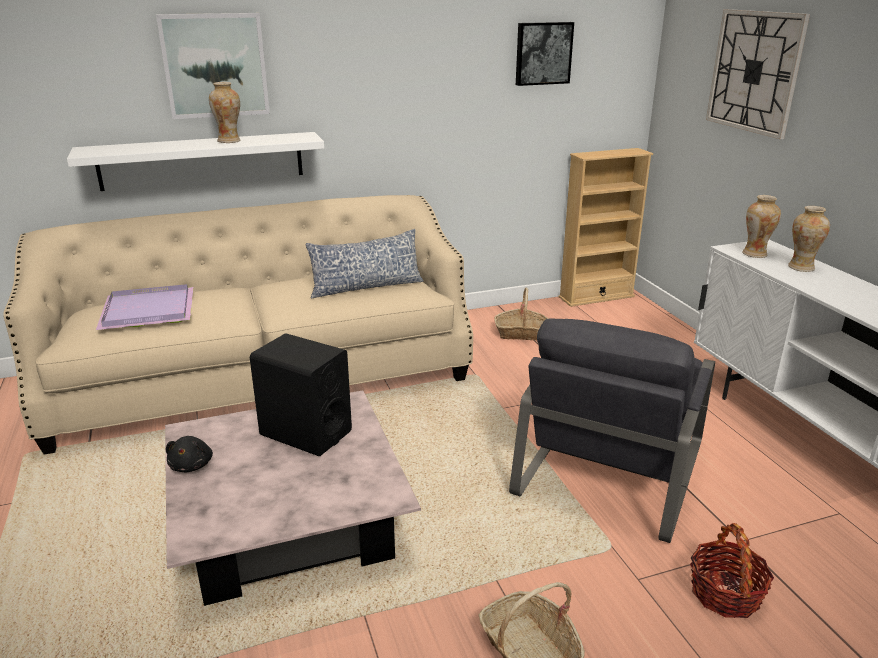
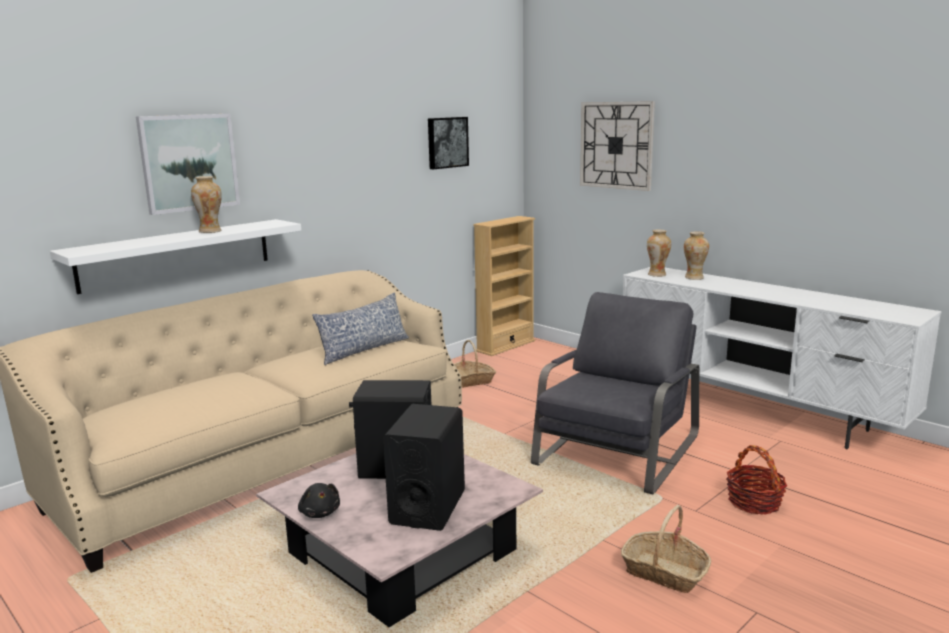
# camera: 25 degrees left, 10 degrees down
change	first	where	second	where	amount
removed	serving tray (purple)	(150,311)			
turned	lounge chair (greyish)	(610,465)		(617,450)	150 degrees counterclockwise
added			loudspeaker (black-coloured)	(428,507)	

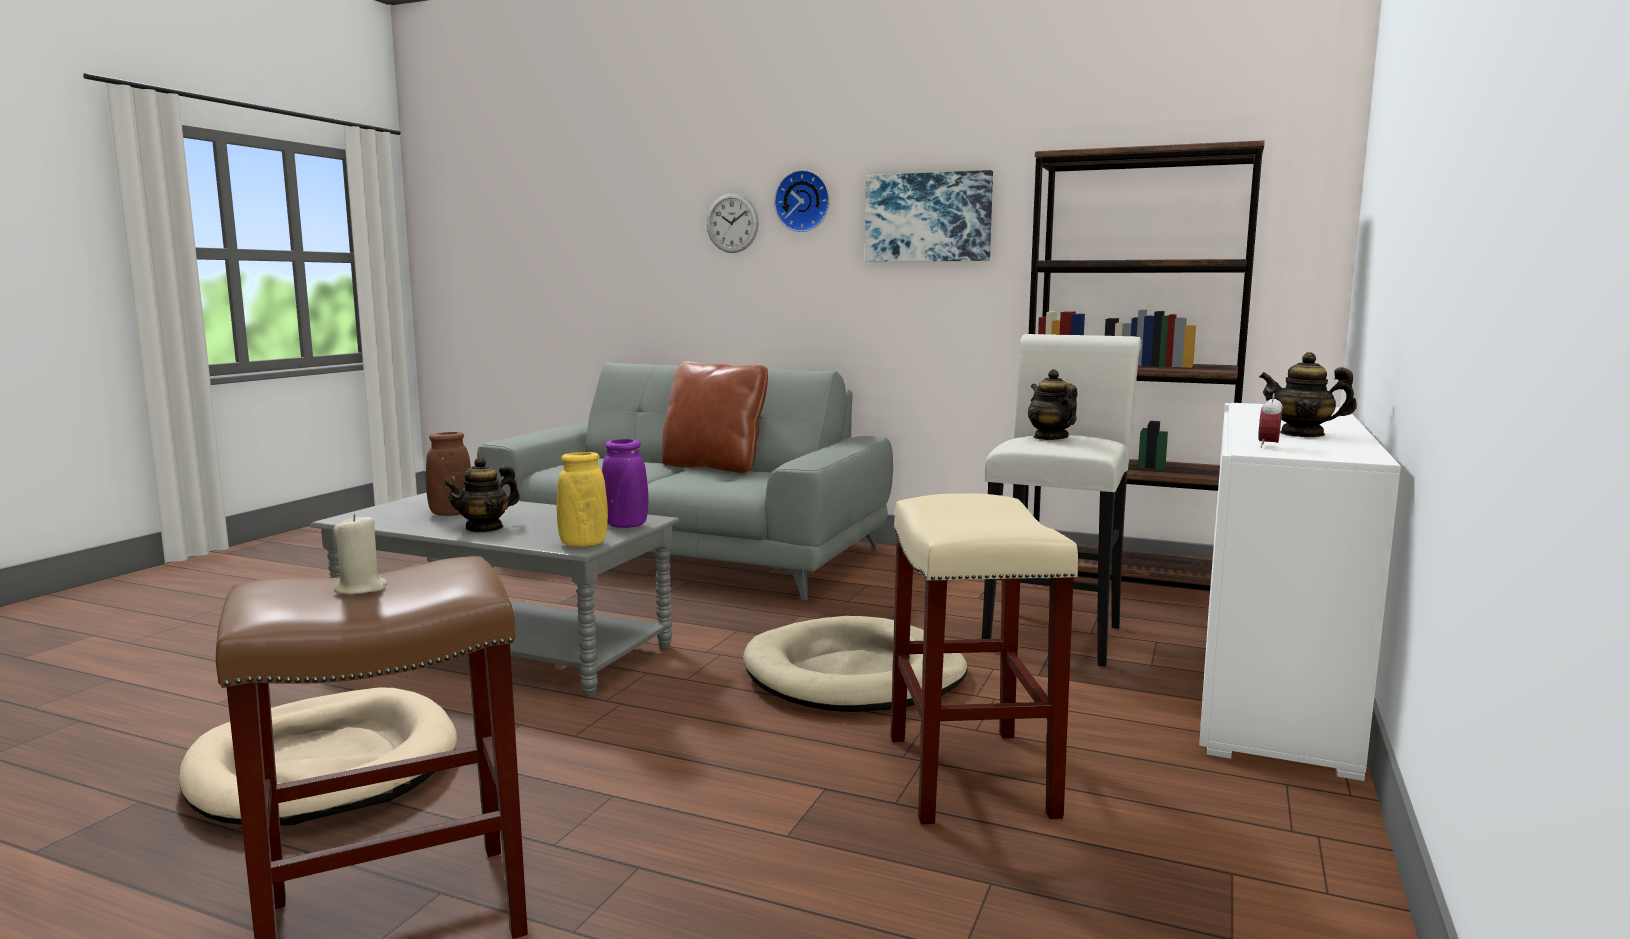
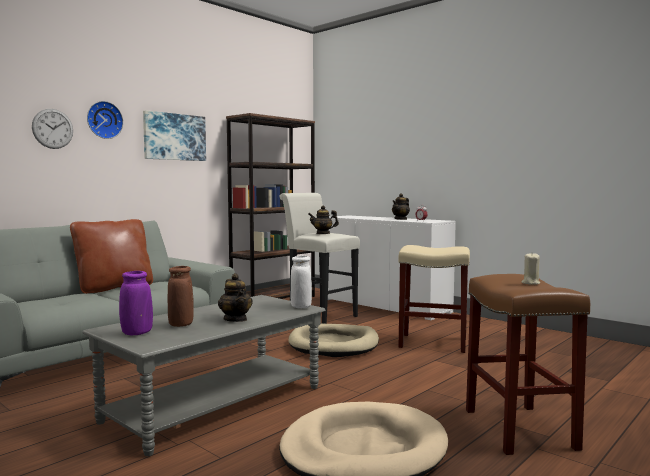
# camera: 70 degrees left, 5 degrees down
change	first	where	second	where	amount
moved	vase (purple)	(625,525)		(137,333)	
recoloured	vase (yellowish)	(583,544)	vase (whitish)	(301,307)	

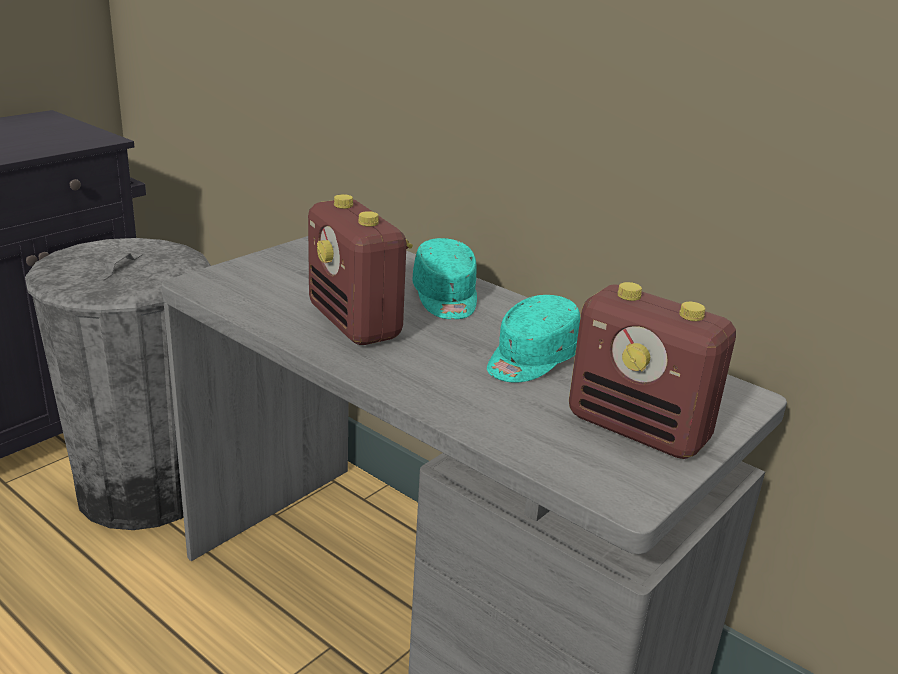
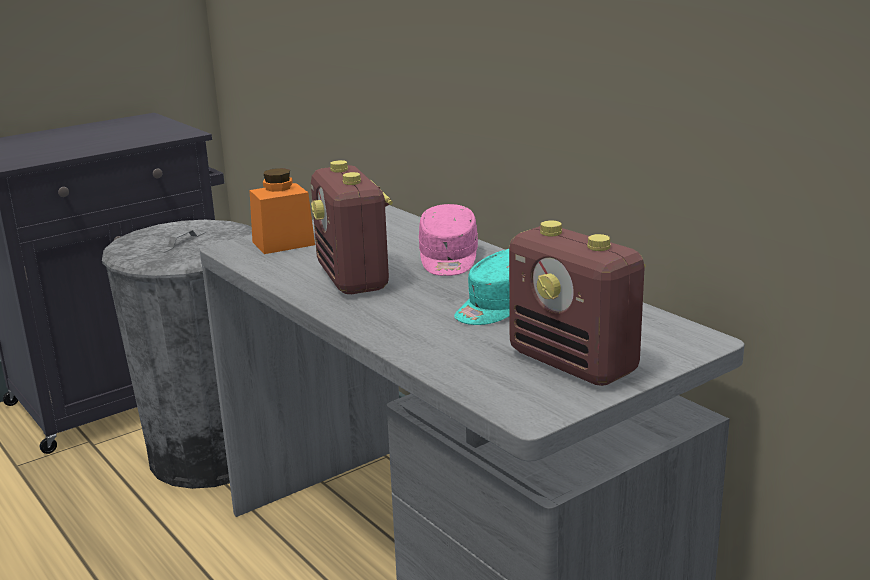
# camera: 15 degrees right, 5 degrees down
change	first	where	second	where	amount
recoloured	peaked cap (turquoise-coloured)	(445,298)	peaked cap (pink)	(448,259)	
added			preserve jar (orangey)	(283,243)	

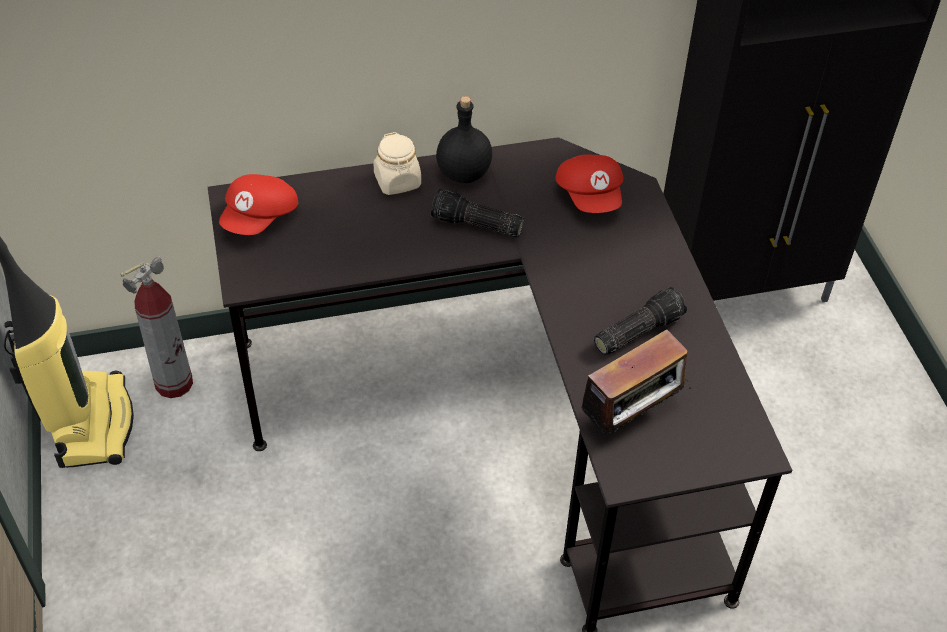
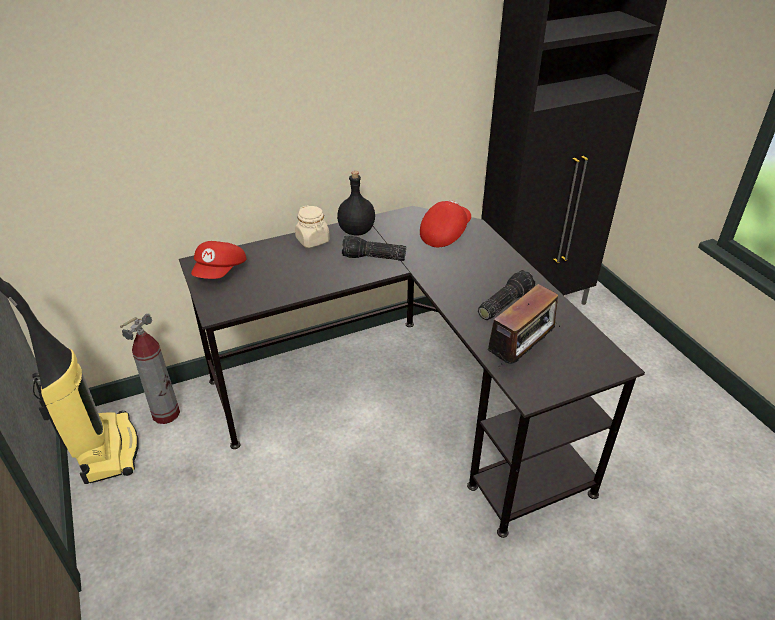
# camera: 10 degrees left, 10 degrees down
change	first	where	second	where	amount
turned	peaked cap (reddish)	(591,196)		(444,233)	120 degrees counterclockwise

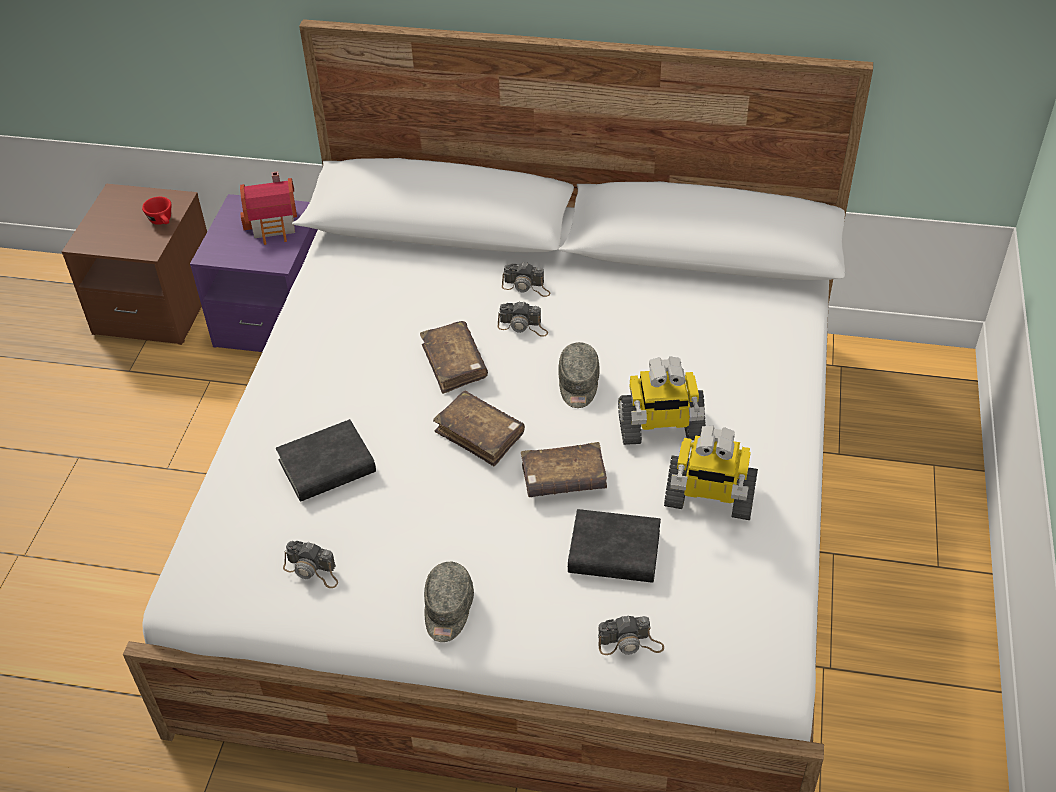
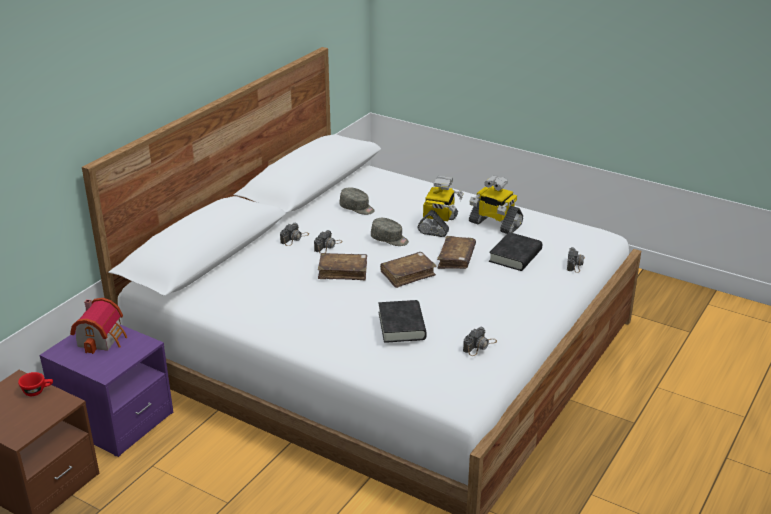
# camera: 70 degrees left, 15 degrees down
change	first	where	second	where	amount
turned	model robot	(709,497)		(494,224)	90 degrees clockwise
moved	peaked cap (greyish)	(448,610)		(357,208)	

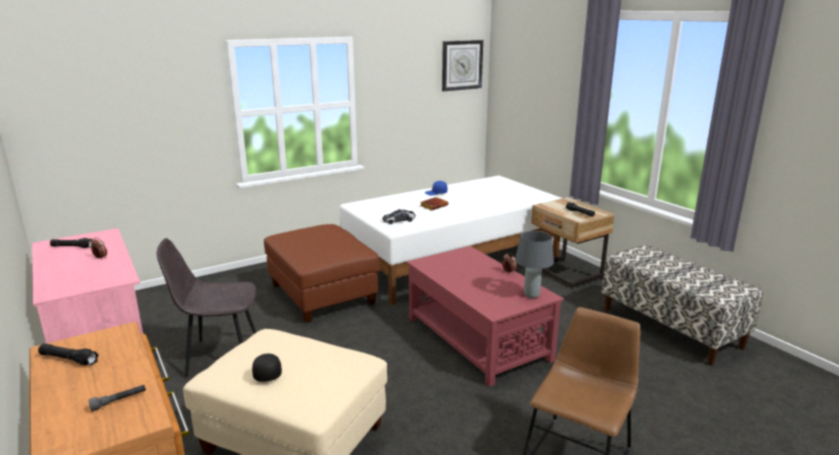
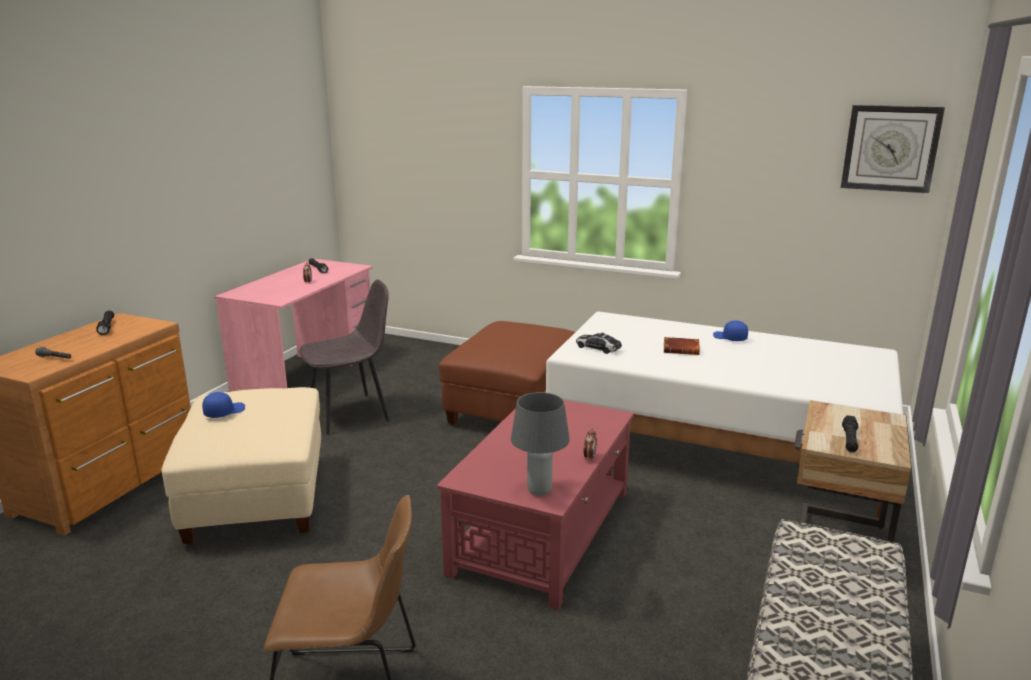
# camera: 55 degrees right, 0 degrees up
change	first	where	second	where	amount
turned	chair (greyish)	(220,356)		(351,413)	105 degrees clockwise
recoloured	peaked cap (black-coloured)	(266,372)	peaked cap (blue)	(224,412)	

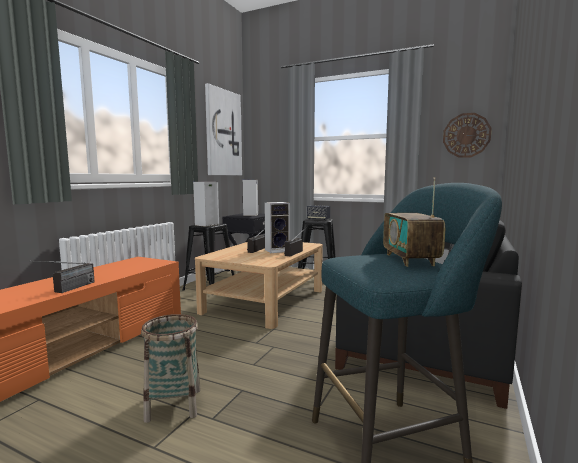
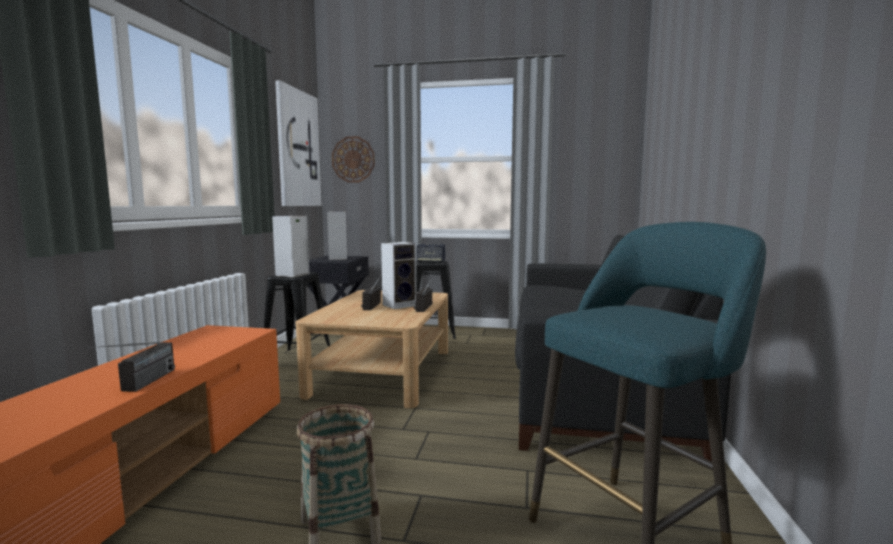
# camera: 15 degrees left, 0 degrees up
change	first	where	second	where	amount
moved	clock on the wall	(466,135)		(353,159)	
removed	radio receiver	(410,260)			

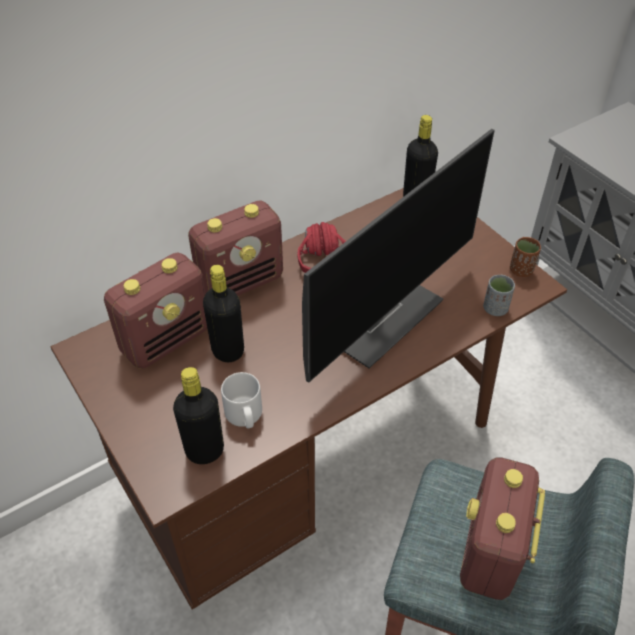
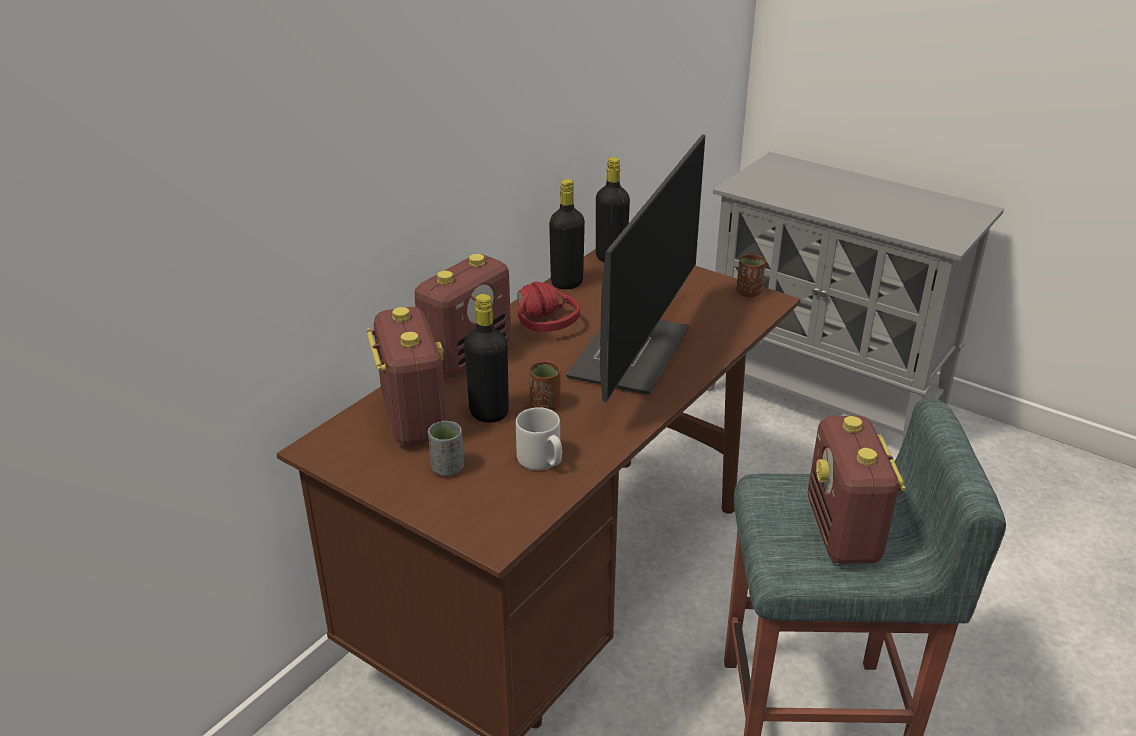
# camera: 20 degrees left, 15 degrees down
change	first	where	second	where	amount
turned	radio receiver	(166,339)		(413,418)	45 degrees counterclockwise
moved	small cup (greyish)	(495,309)		(447,468)	
moved	beverage bottle (black-coloured)	(205,450)		(567,283)	
added			small cup (brown)	(545,405)	

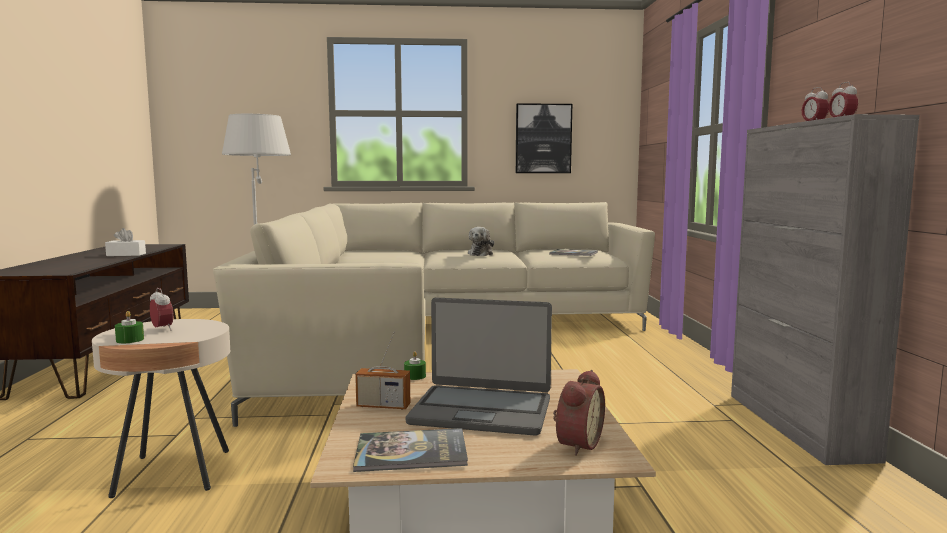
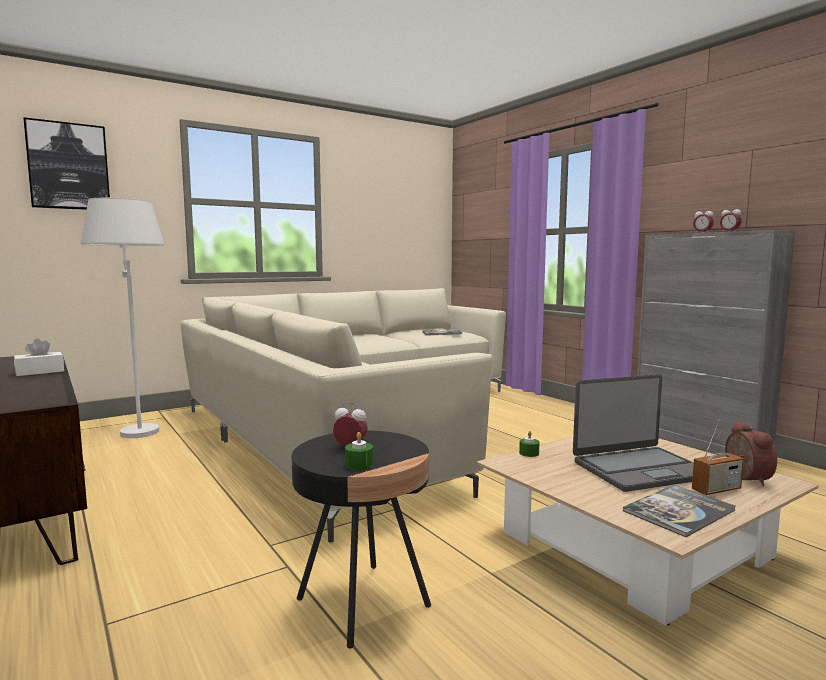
# camera: 30 degrees left, 0 degrees up
change	first	where	second	where	amount
moved	wall picture	(543,138)		(68,166)	
removed	soft toy	(481,254)			
recoloured	side table (sand-coloured)	(173,473)	side table (black-coloured)	(363,603)	
moved	radio receiver	(383,406)		(716,490)	

